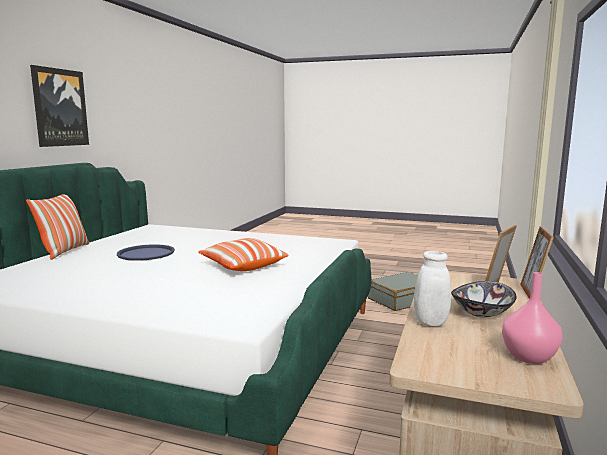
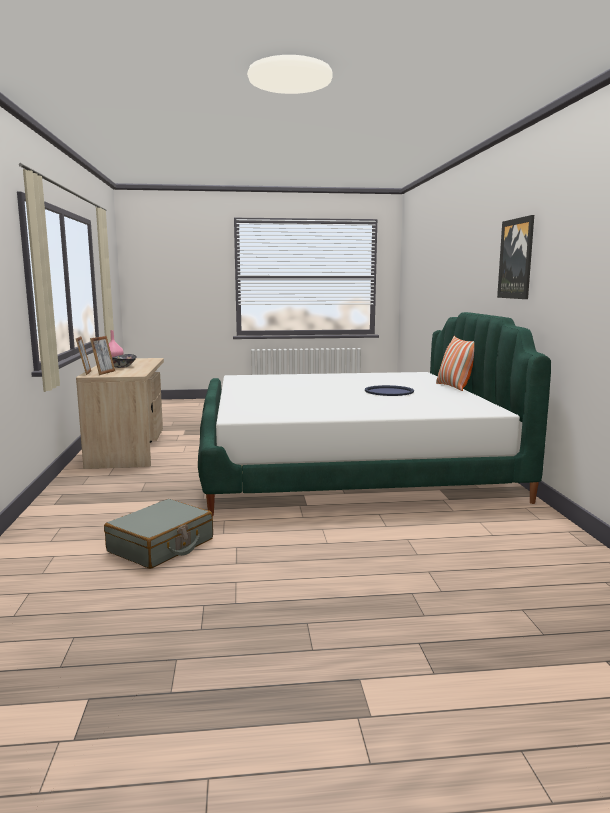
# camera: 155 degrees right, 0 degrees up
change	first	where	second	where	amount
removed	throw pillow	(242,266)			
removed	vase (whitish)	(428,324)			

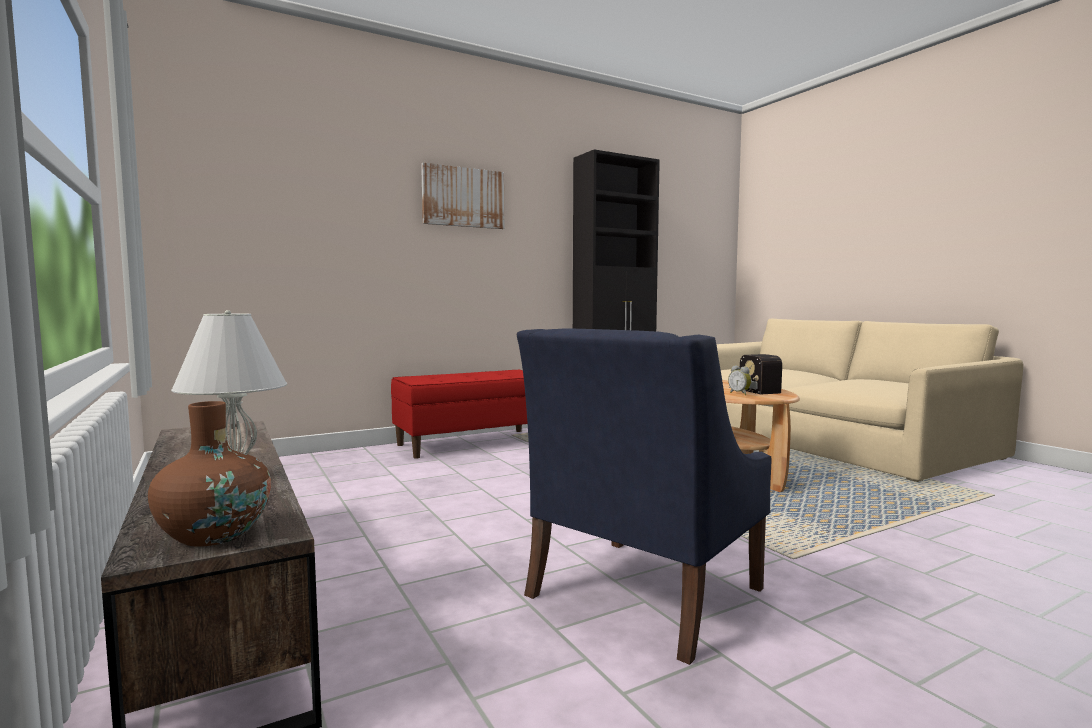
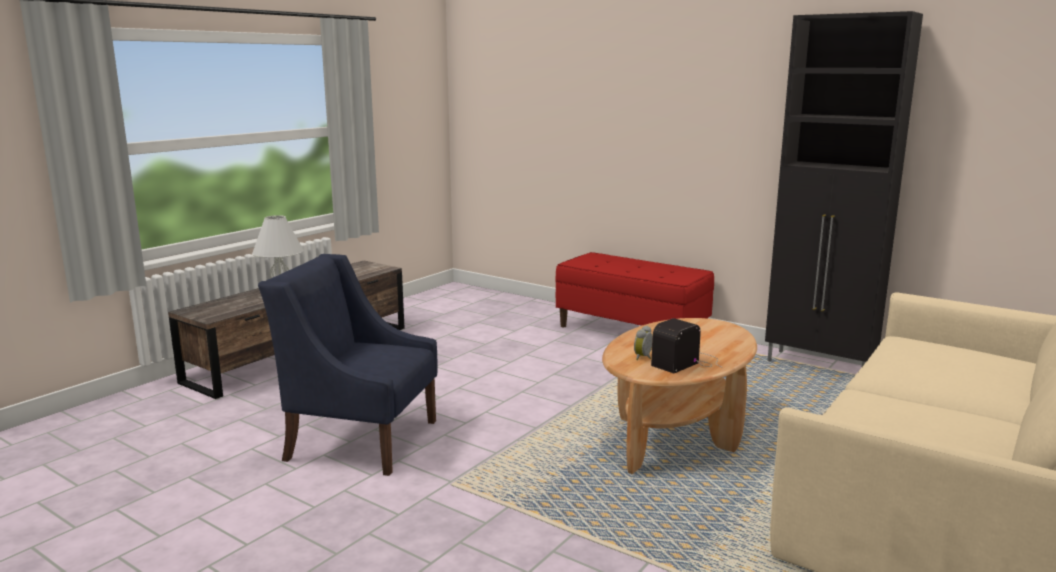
# camera: 65 degrees right, 10 degrees up
change	first	where	second	where	amount
removed	wall picture	(463,197)			
removed	vase (brown)	(214,534)			

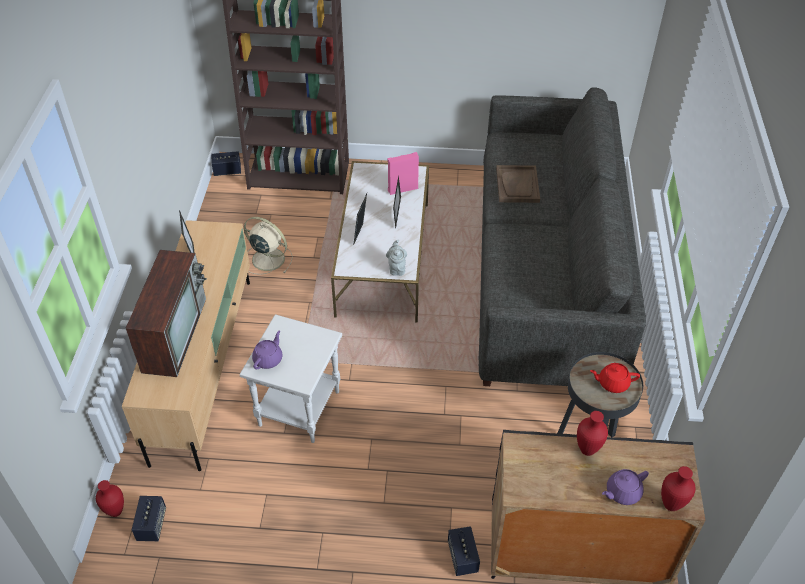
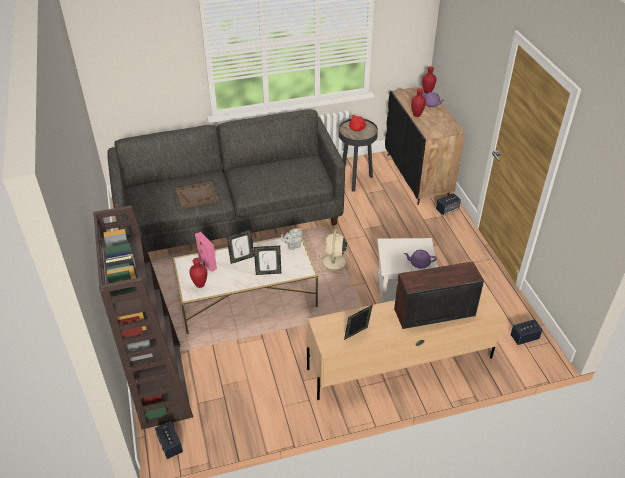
# camera: 110 degrees left, 5 degrees down
change	first	where	second	where	amount
moved	cooling fan (sand-coloured)	(267,258)		(334,262)	
moved	vase (reddish)	(115,512)		(200,285)	

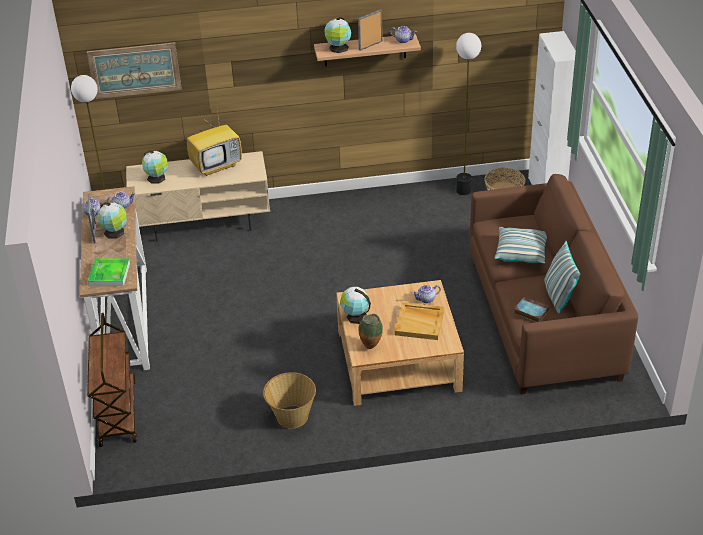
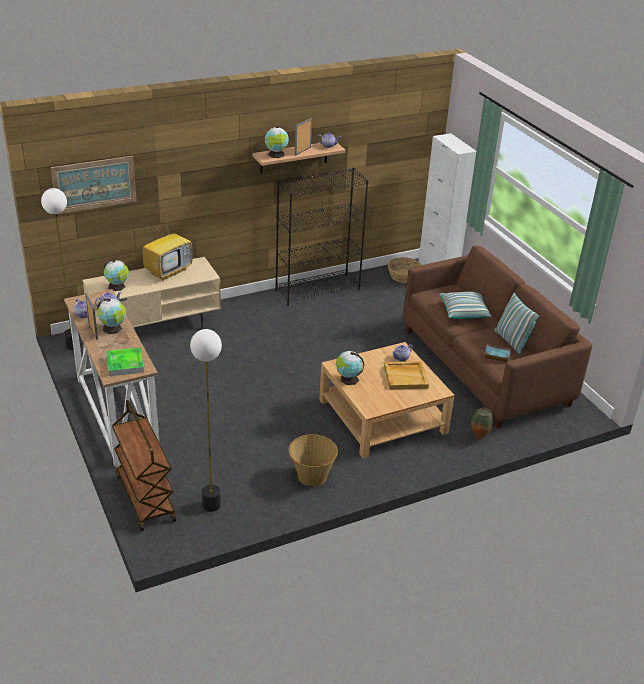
# camera: 20 degrees left, 5 degrees down
change	first	where	second	where	amount
moved	standard lamp	(463,190)		(211,505)	
moved	vase	(370,346)		(478,436)	
added			bookshelf (black-coloured)	(318,290)	

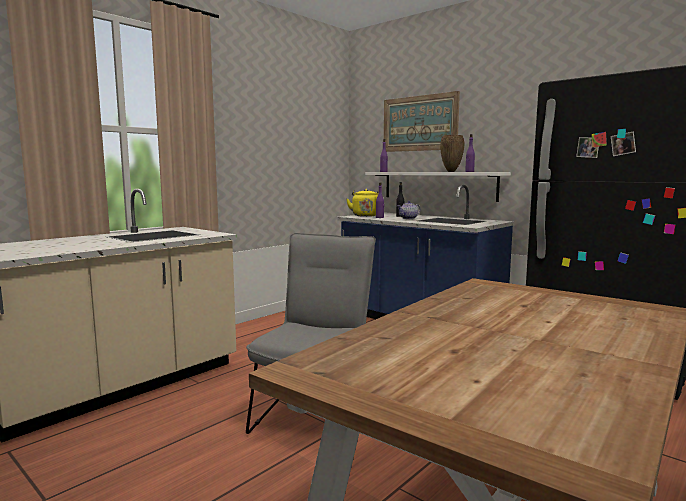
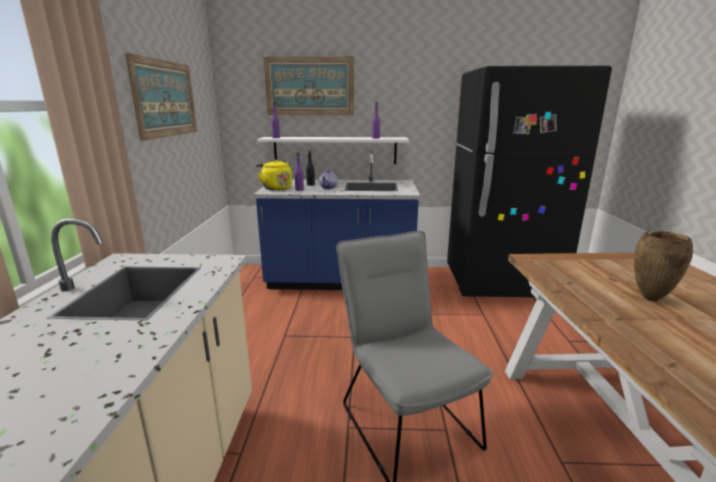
# camera: 40 degrees left, 10 degrees up
change	first	where	second	where	amount
moved	vase (brown)	(451,172)		(650,298)	
added			wall picture	(165,99)	

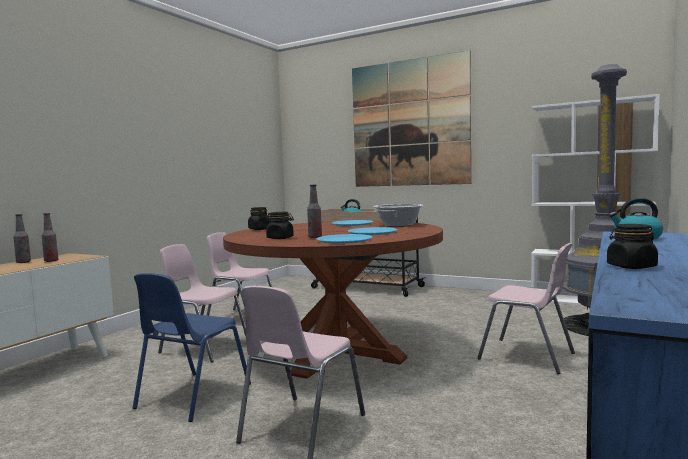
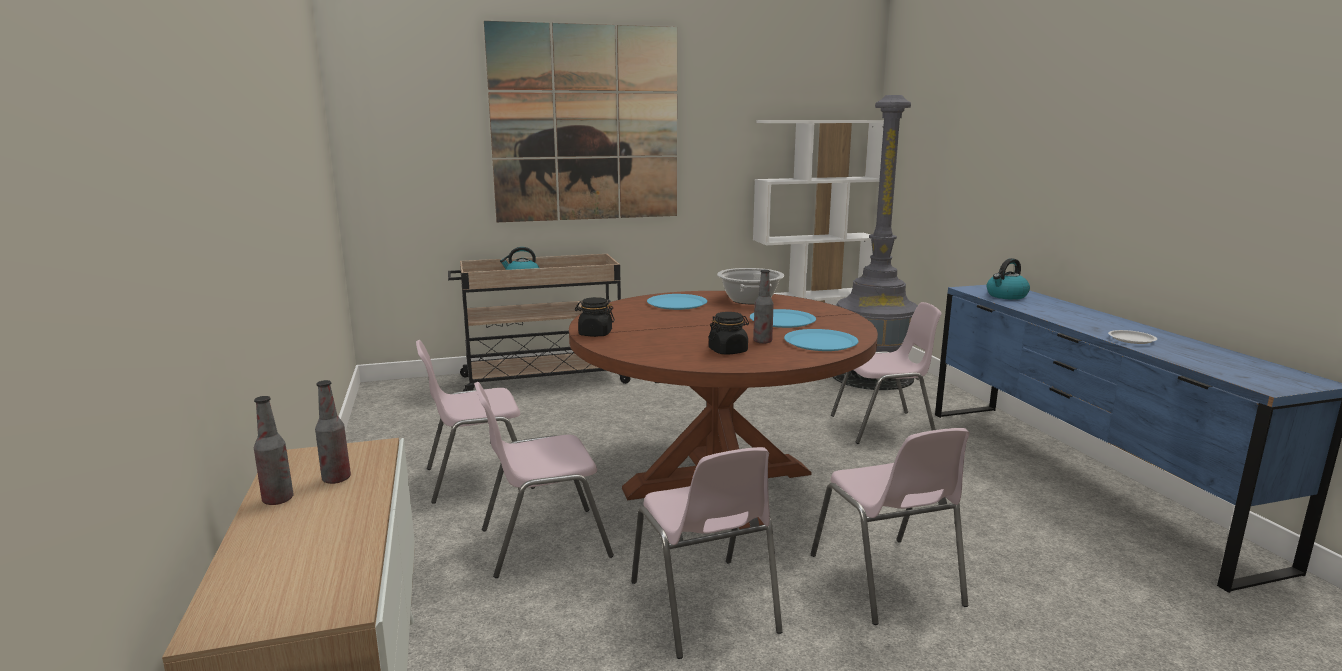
# camera: 45 degrees left, 10 degrees up
change	first	where	second	where	amount
replaced	preserve jar (black-coloured)	(631,266)	flat dish (whitish)	(1131,339)	
recoloured	chair (blue)	(192,396)	chair (pink)	(704,607)	

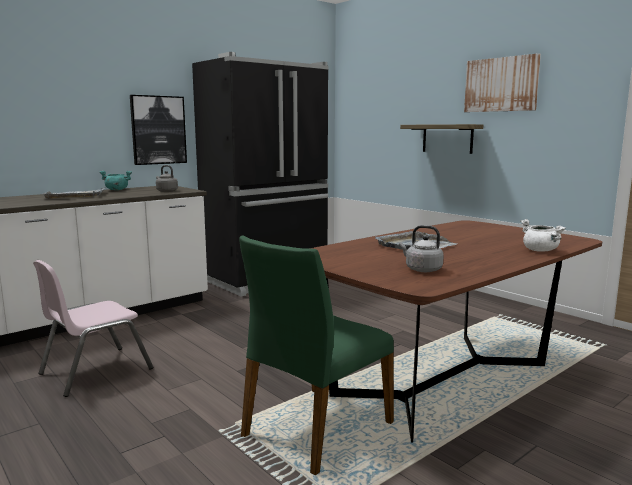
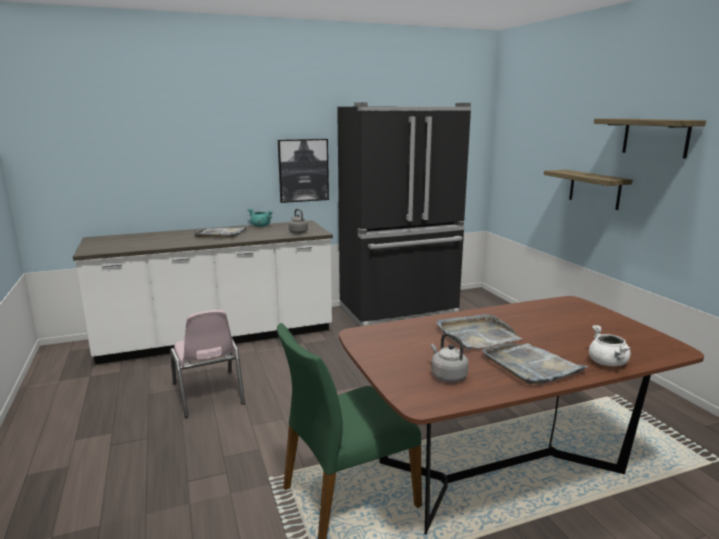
# camera: 20 degrees right, 5 degrees up
change	first	where	second	where	amount
replaced	wall picture	(501,84)	shelf	(655,137)	
turned	chair (pink)	(95,371)		(208,394)	90 degrees counterclockwise
added			serving tray (greyish)	(531,365)	

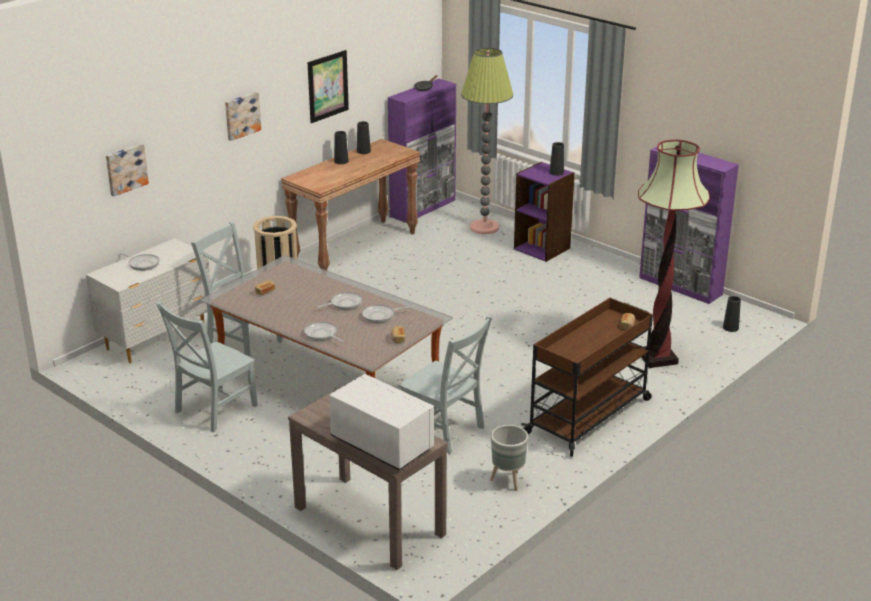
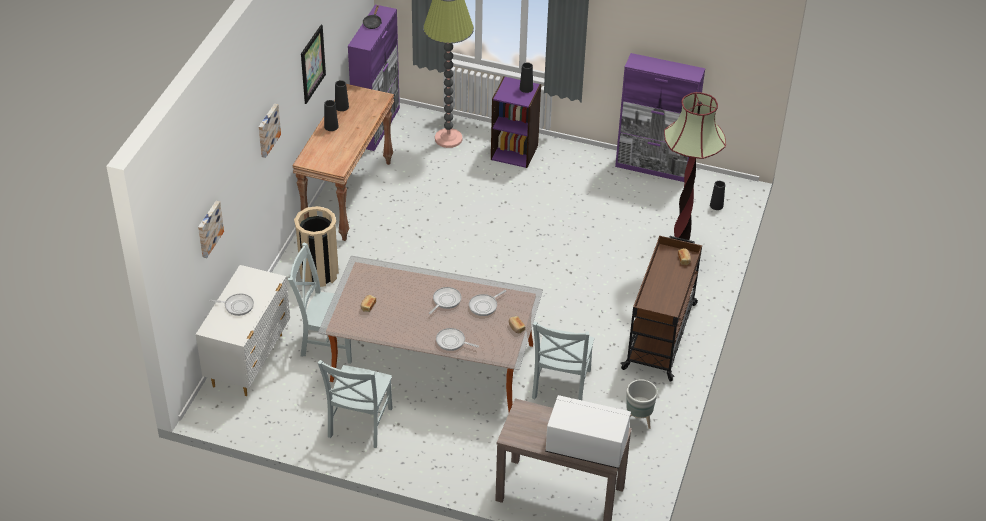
# camera: 25 degrees left, 15 degrees up
change	first	where	second	where	amount
turned	chair (greyish)	(445,431)		(560,386)	90 degrees clockwise

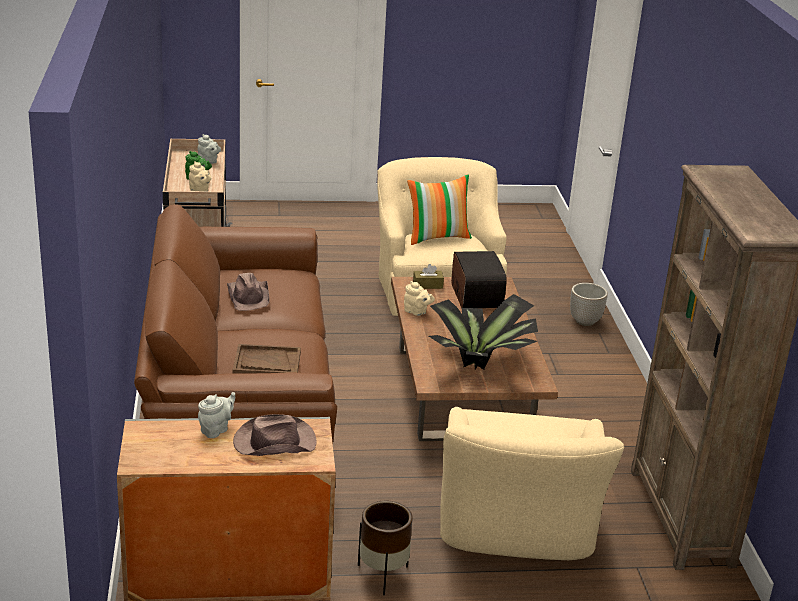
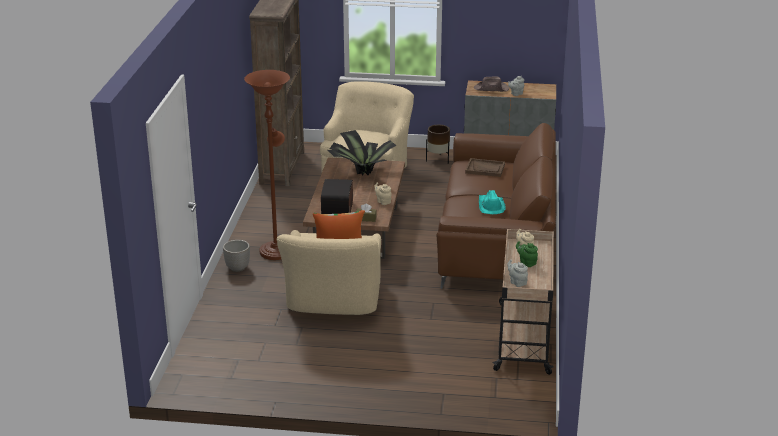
# camera: 165 degrees left, 0 degrees up
change	first	where	second	where	amount
recoloured	clothing hat (brown)	(249,296)	clothing hat (turquoise-coloured)	(491,206)	
added			standard lamp (brown)	(276,249)	

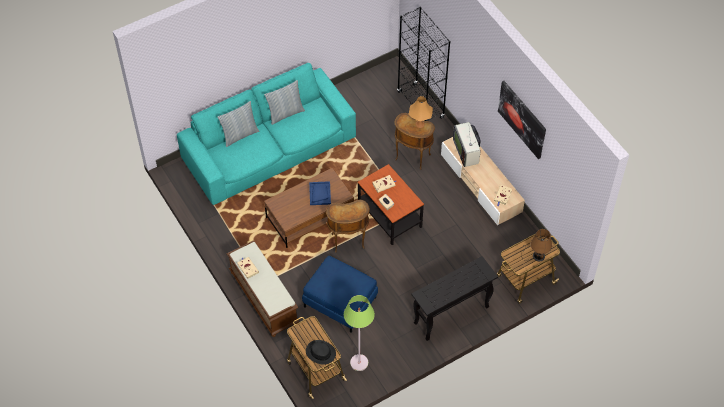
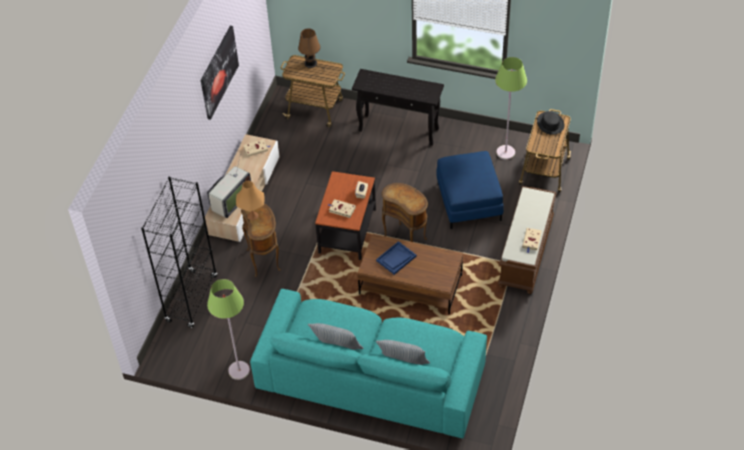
# camera: 130 degrees left, 5 degrees down
change	first	where	second	where	amount
added			standard lamp (green)	(239,370)	

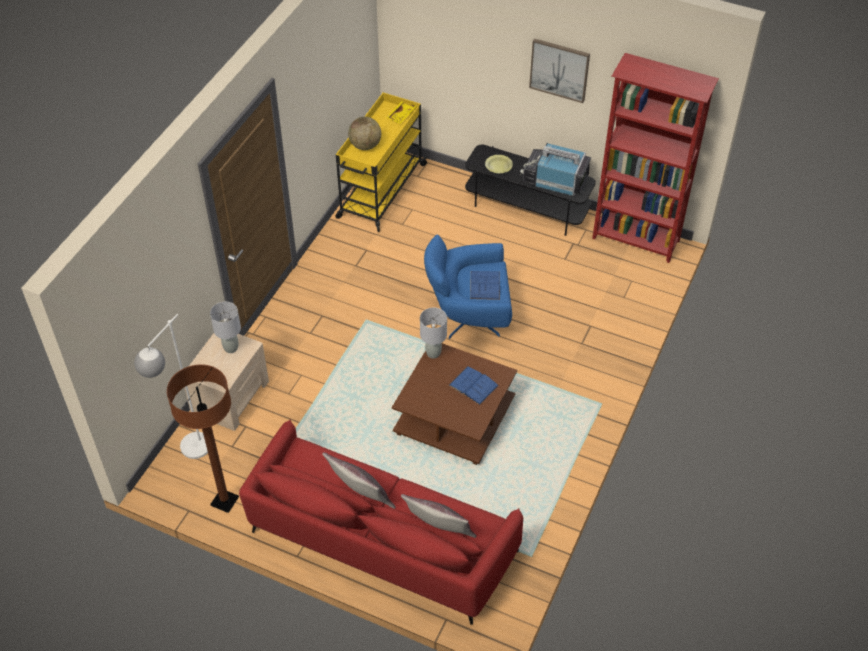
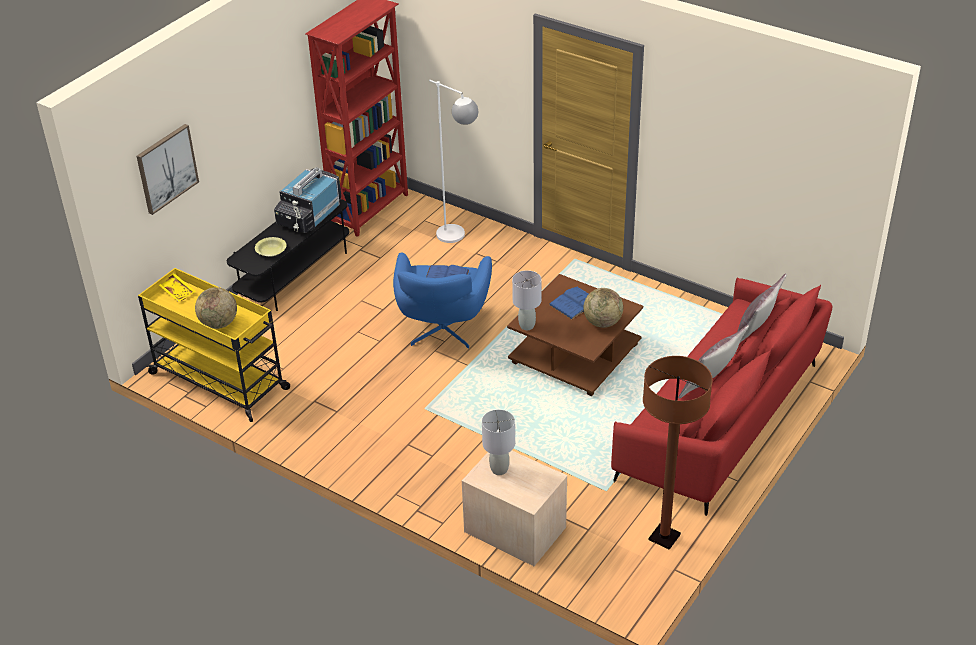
# camera: 80 degrees left, 10 degrees down
change	first	where	second	where	amount
moved	wall picture	(559,70)		(166,168)	
moved	standard lamp (whitish)	(189,454)		(458,238)	
added			desk globe	(602,322)	

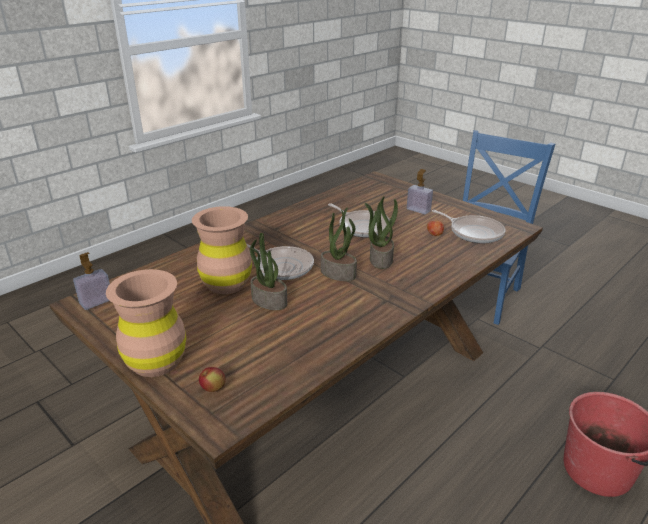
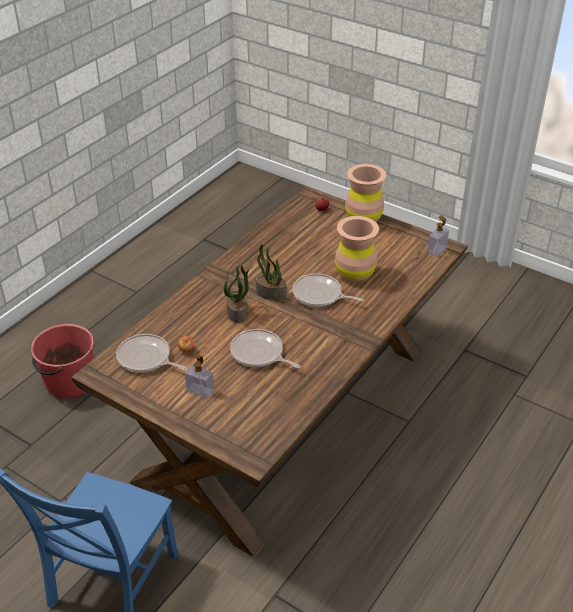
# camera: 170 degrees right, 10 degrees up
change	first	where	second	where	amount
removed	plant in a pot	(268,301)			

